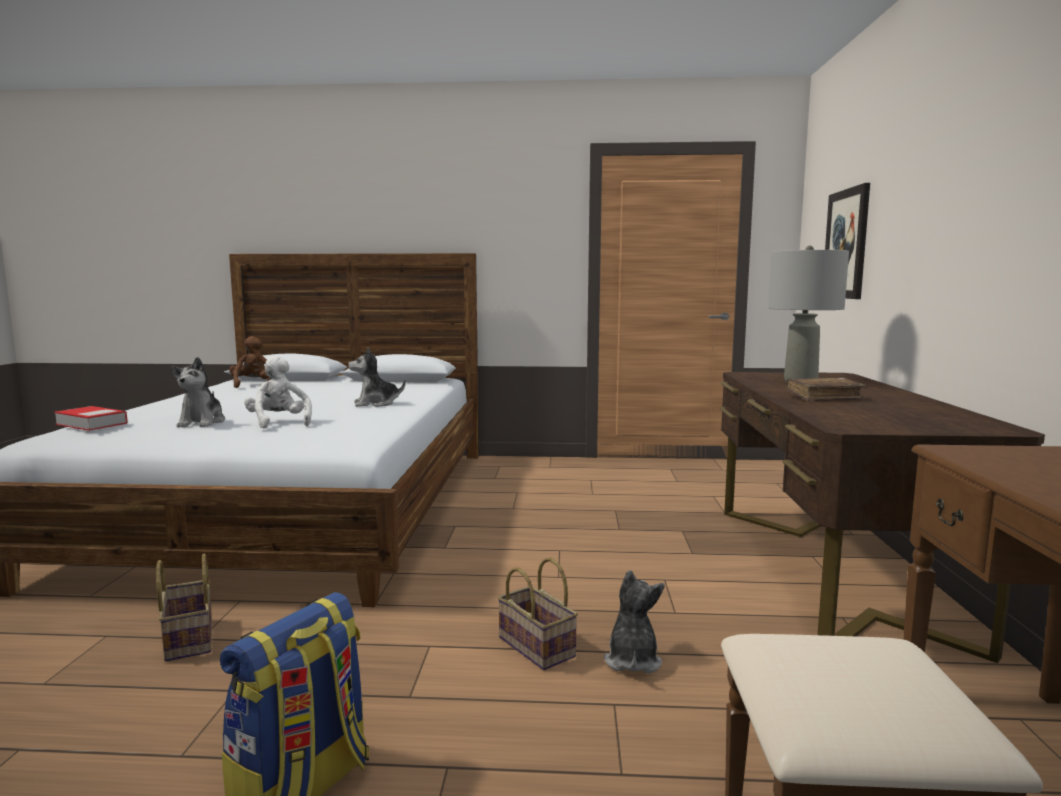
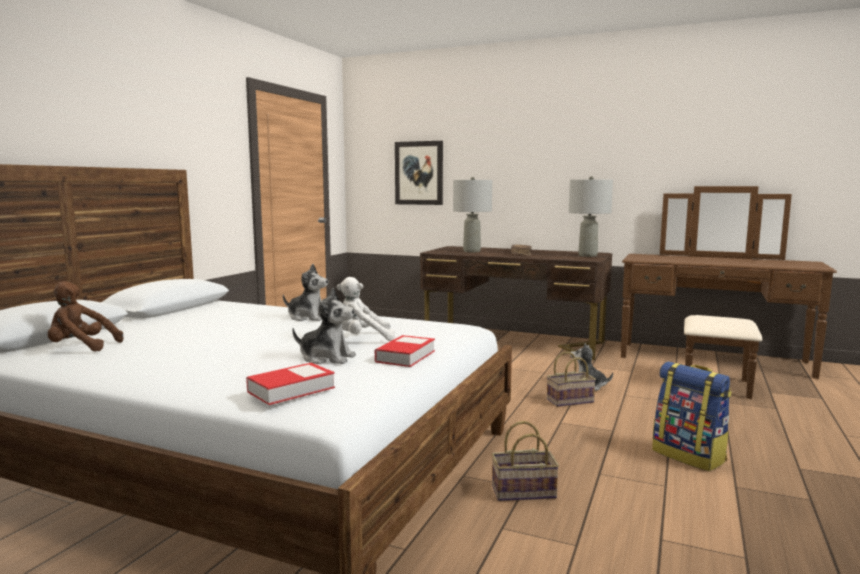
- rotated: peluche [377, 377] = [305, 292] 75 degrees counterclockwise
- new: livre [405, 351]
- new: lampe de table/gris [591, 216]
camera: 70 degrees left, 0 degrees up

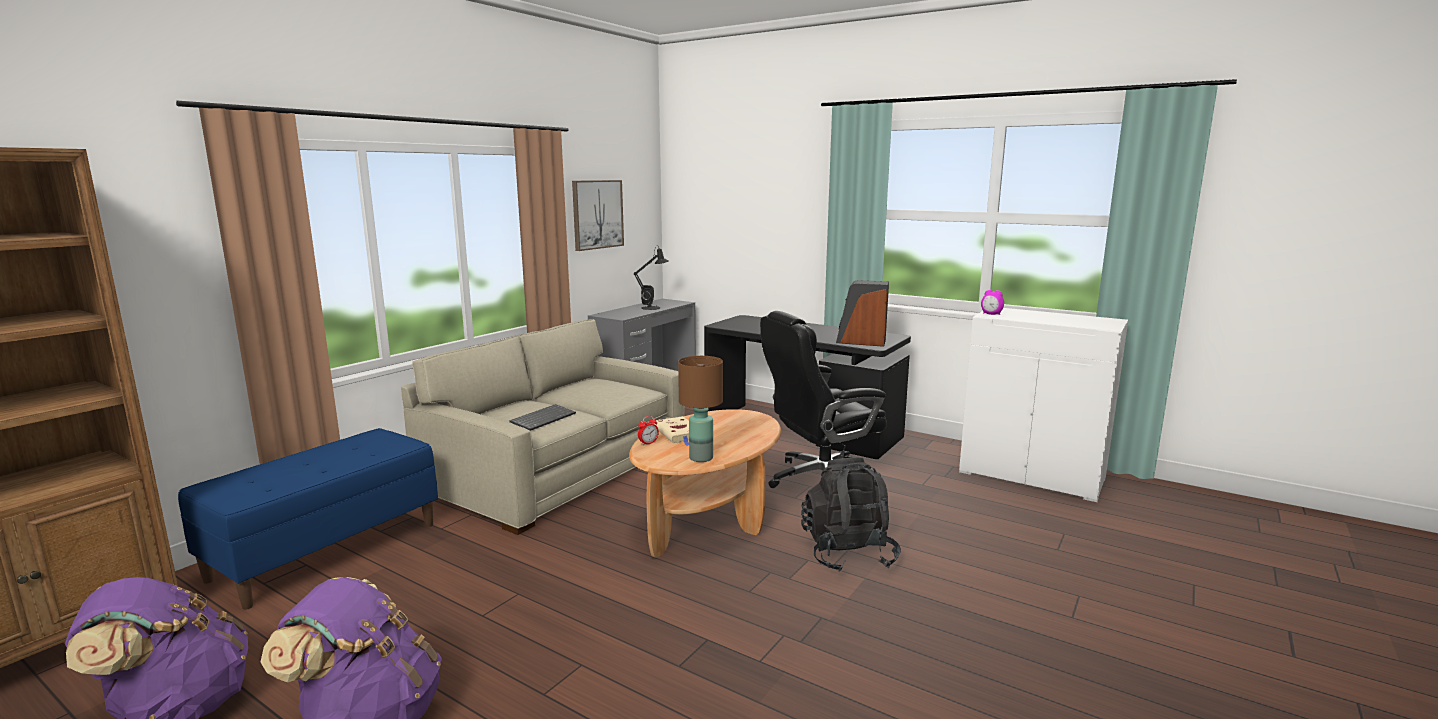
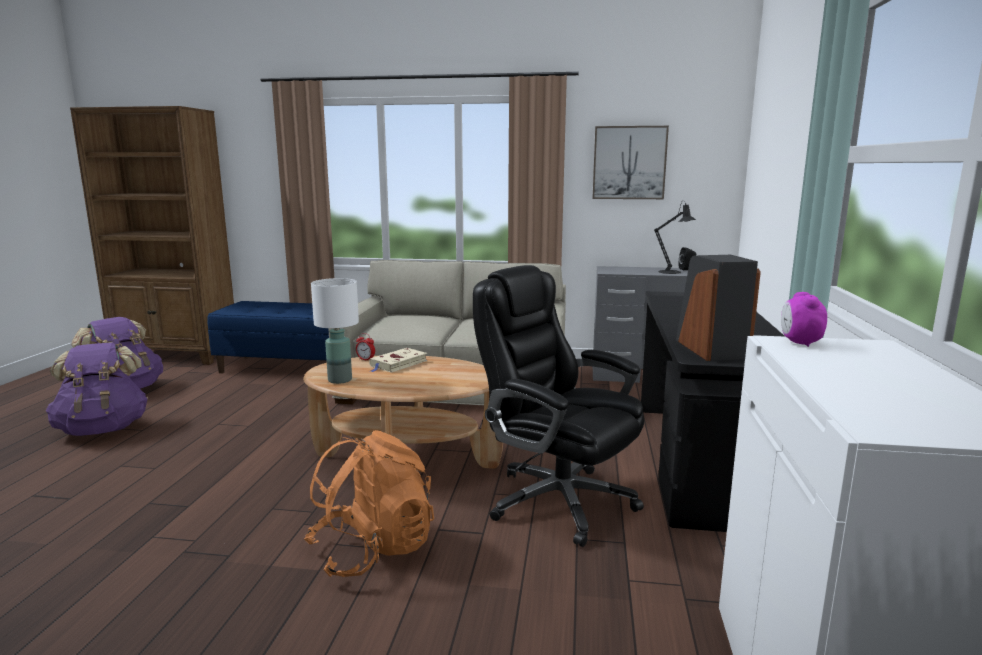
- gone: clavier [542, 417]
- repainted: lampe de table/marron [700, 409] to lampe de table/blanc [335, 331]
- repainted: sac à dos/noir [851, 514] to sac à dos/orange [369, 503]
camera: 65 degrees right, 0 degrees up

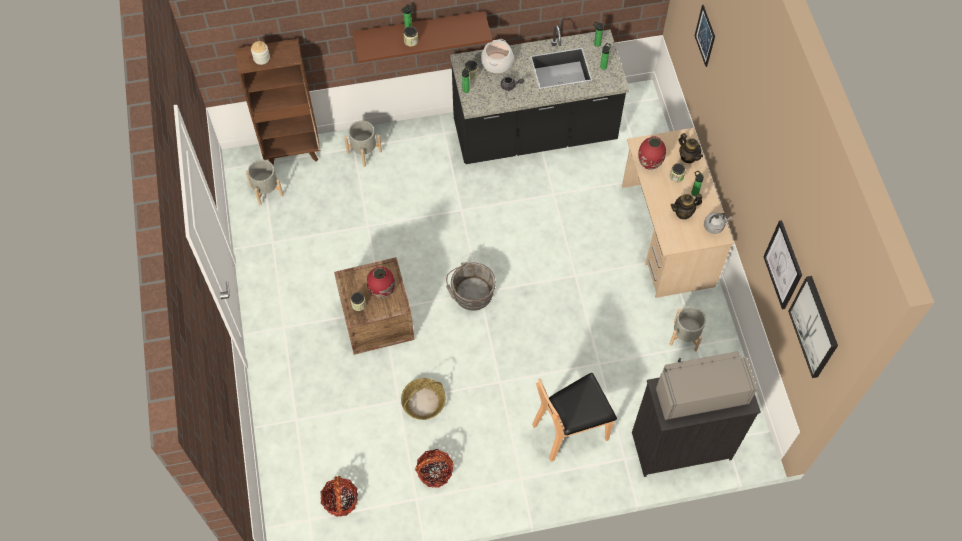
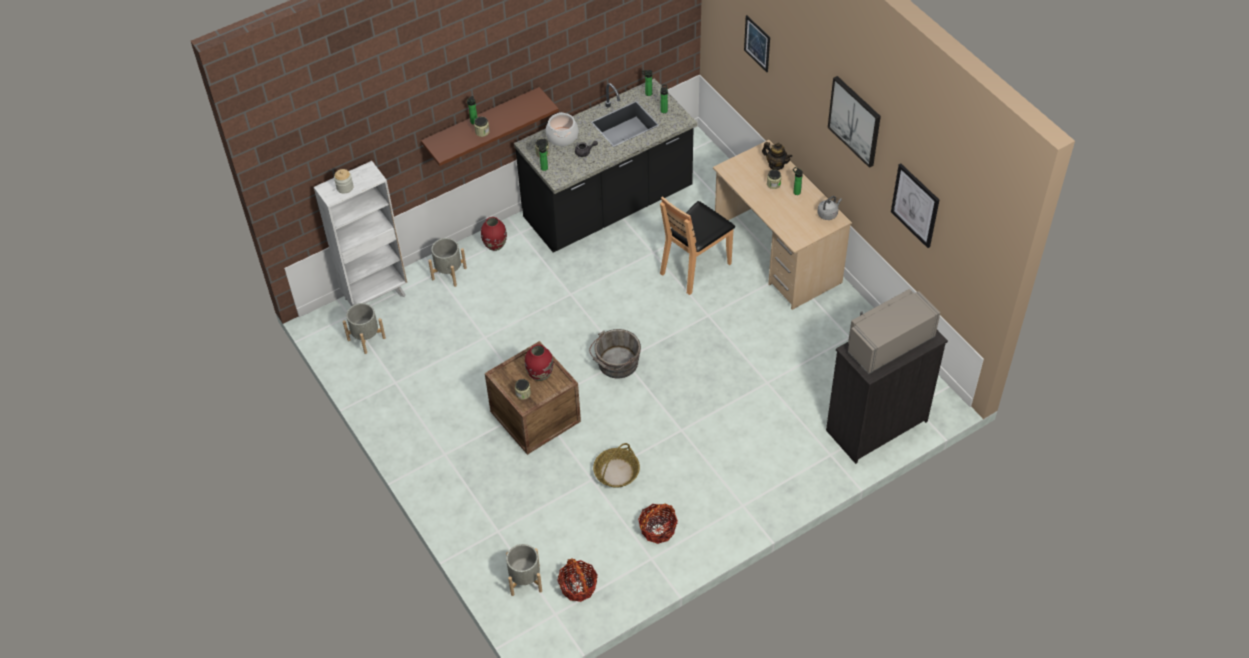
- repainted: bibliothèque/marron [278, 102] to bibliothèque/blanc [360, 233]
- shifted: chaise/marron [574, 417] to [697, 245]
- shifted: vase/rouge [652, 153] to [494, 234]
- shifted: cache-pot/gris [688, 328] to [524, 570]
- gone: théière [686, 206]
- shifted: tableau [813, 327] to [854, 122]
camera: 20 degrees left, 10 degrees down

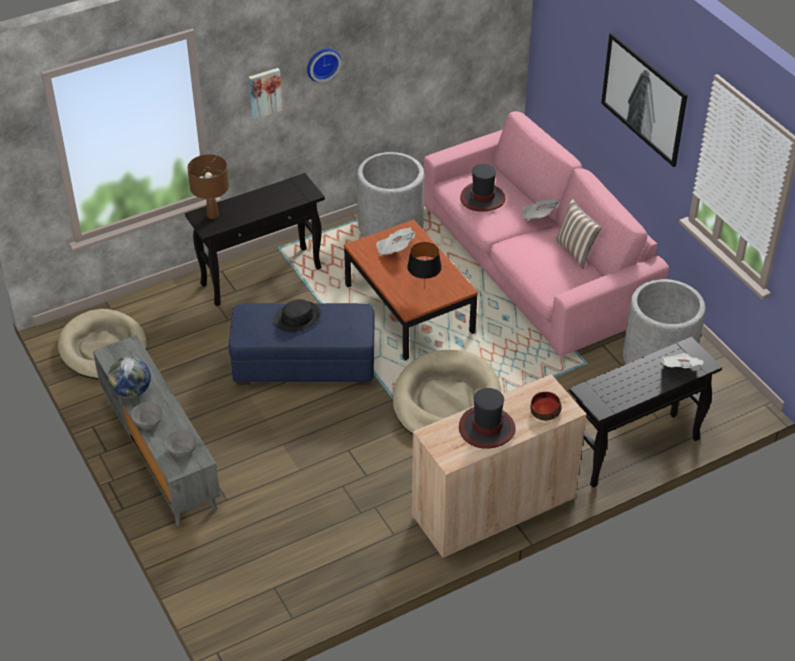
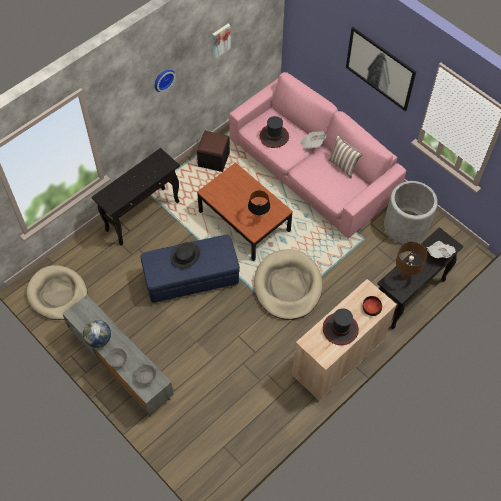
- shifted: lampe de table/marron [208, 186] to [411, 261]
- shifted: tableau [266, 93] to [221, 41]
- swapped: cache-pot/gris [390, 194] to pouf/noir [213, 151]
- gone: journal [395, 242]
camera: 15 degrees left, 15 degrees up

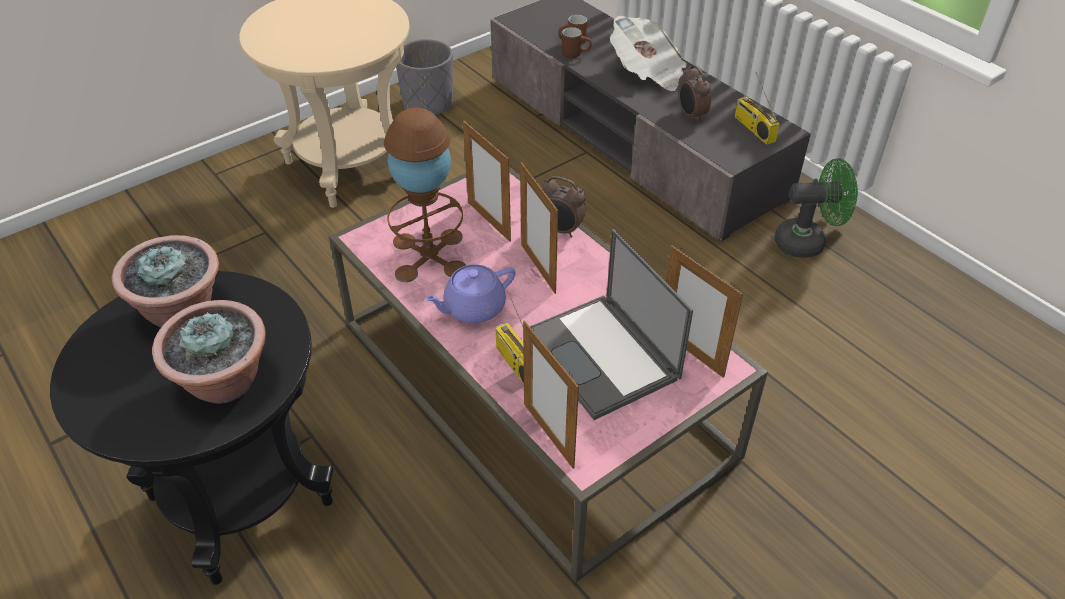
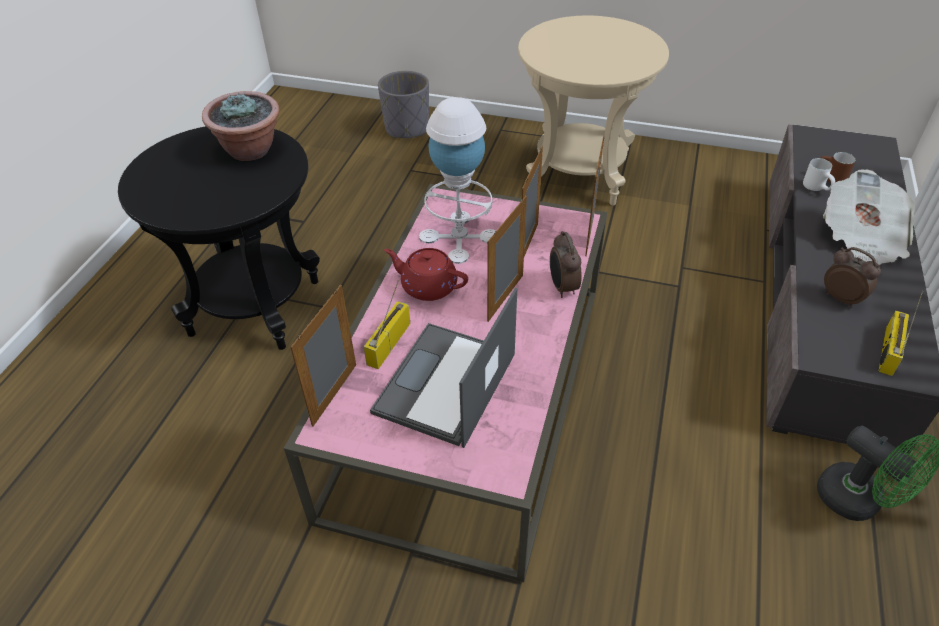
- gone: plante en pot [209, 352]
- repainted: lampe de table/marron [425, 194] to lampe de table/blanc [457, 180]
- shifted: cache-pot/gris [424, 77] to [403, 104]
- repainted: théière/violet [470, 293] to théière/rouge [426, 274]
- repainted: mug/marron [577, 42] to mug/blanc [819, 174]
- shifted: cadre photo [704, 311] to [595, 195]
- rotated: réveil [695, 94] = [852, 277] 105 degrees clockwise
camera: 55 degrees right, 0 degrees up

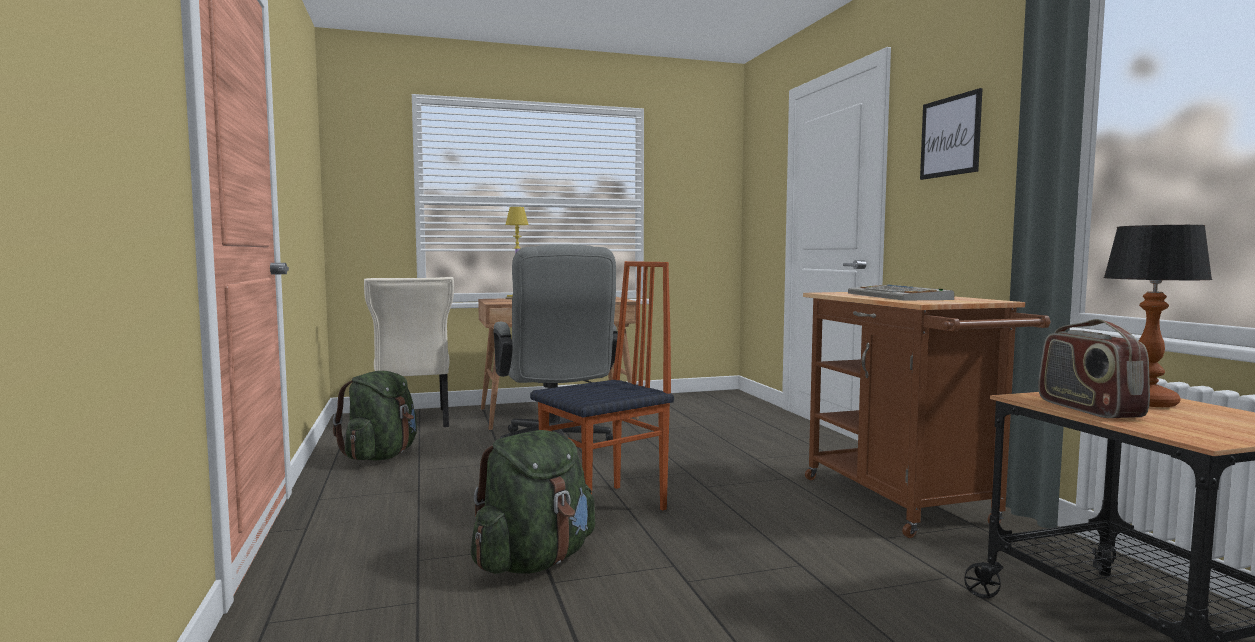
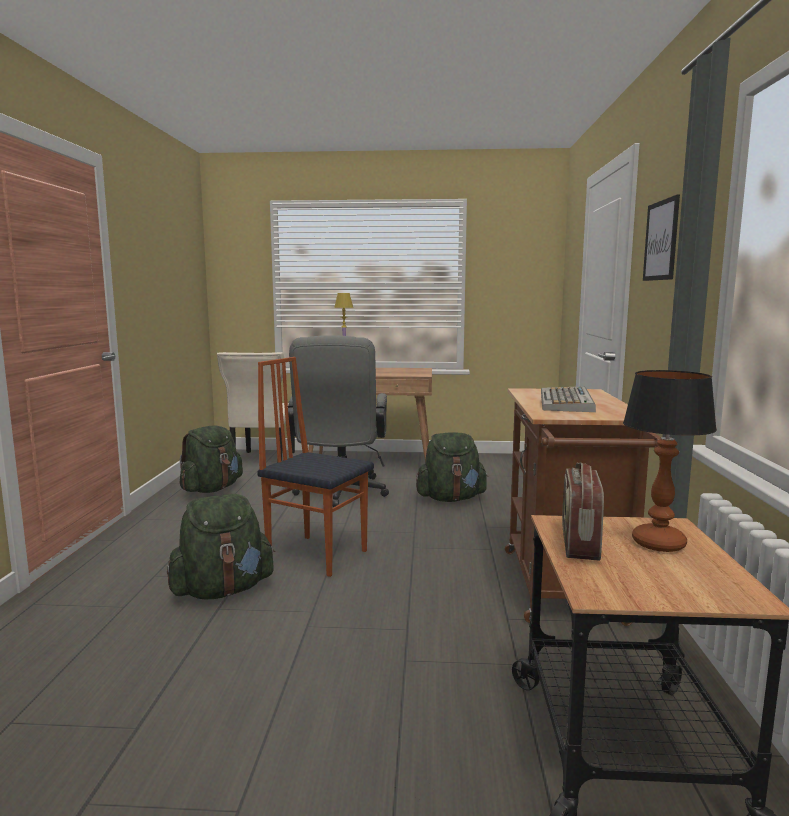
- rotated: chaise [602, 385] = [315, 467] 135 degrees counterclockwise
- new: sac à dos/vert [452, 467]
camera: 20 degrees right, 5 degrees up

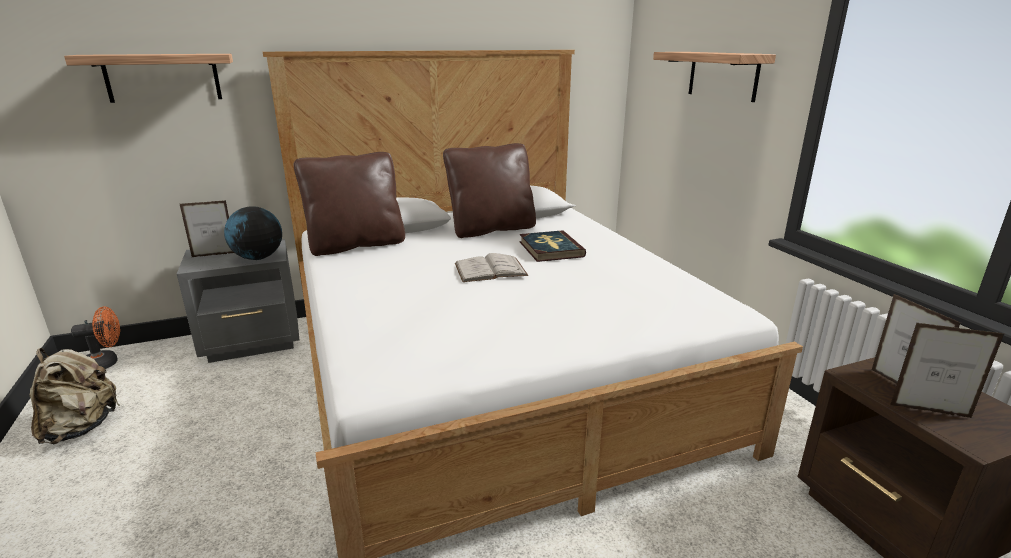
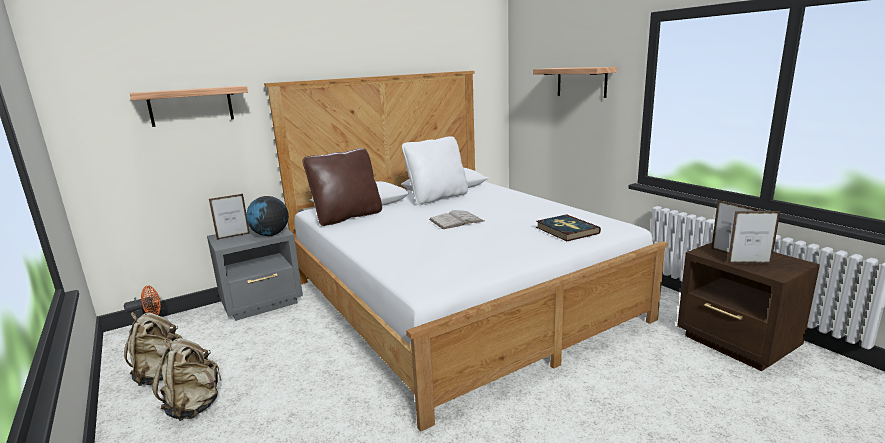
- repainted: coussin/marron [489, 190] to coussin/blanc [435, 171]
- shifted: livre [553, 246] to [568, 227]
- new: sac à dos/beige [187, 379]
camera: 10 degrees left, 5 degrees down

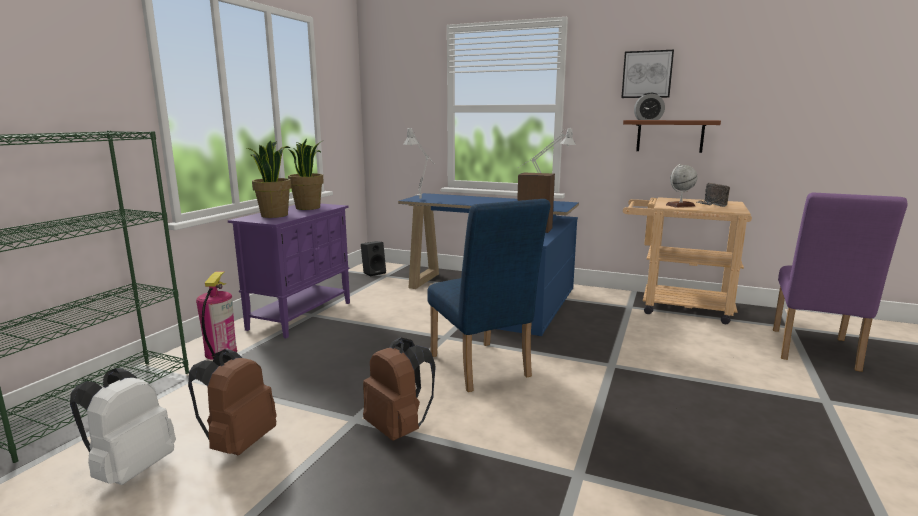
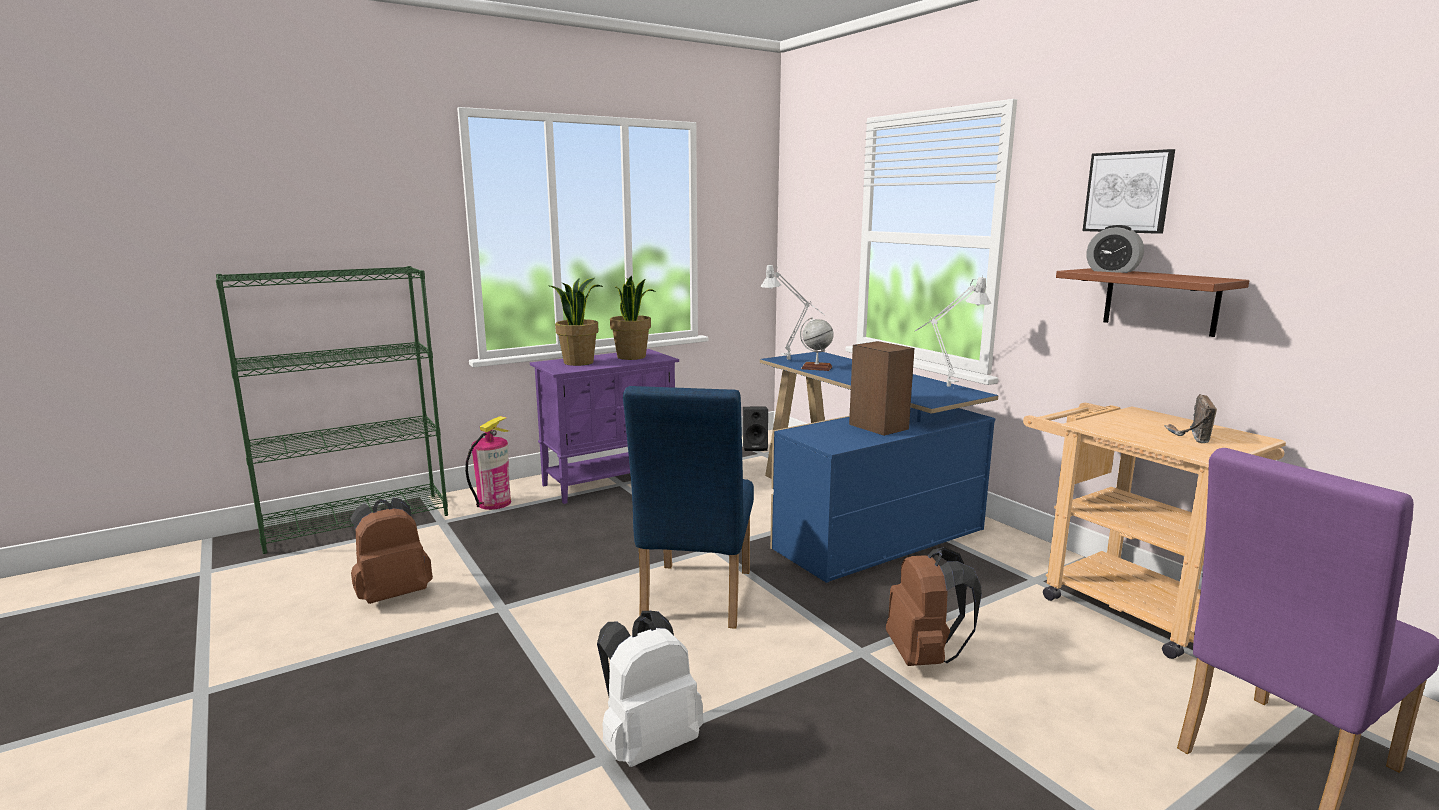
- shifted: sac à dos/blanc [123, 426] to [650, 689]
- shifted: sac à dos/marron [399, 389] to [934, 606]
- shifted: globe [682, 186] to [817, 344]
camera: 35 degrees right, 0 degrees up

